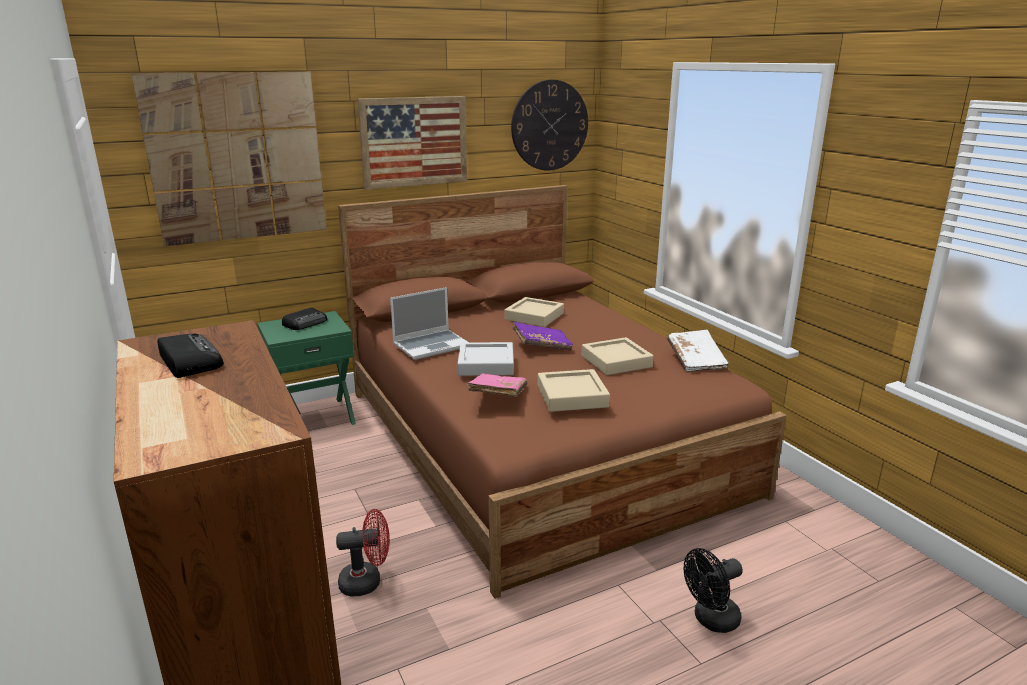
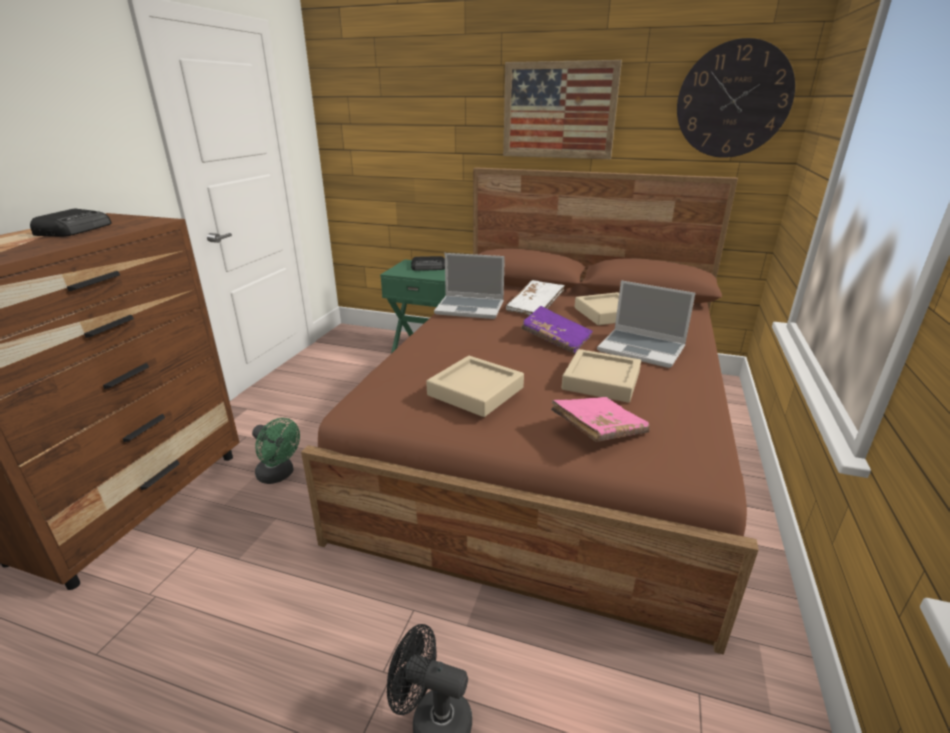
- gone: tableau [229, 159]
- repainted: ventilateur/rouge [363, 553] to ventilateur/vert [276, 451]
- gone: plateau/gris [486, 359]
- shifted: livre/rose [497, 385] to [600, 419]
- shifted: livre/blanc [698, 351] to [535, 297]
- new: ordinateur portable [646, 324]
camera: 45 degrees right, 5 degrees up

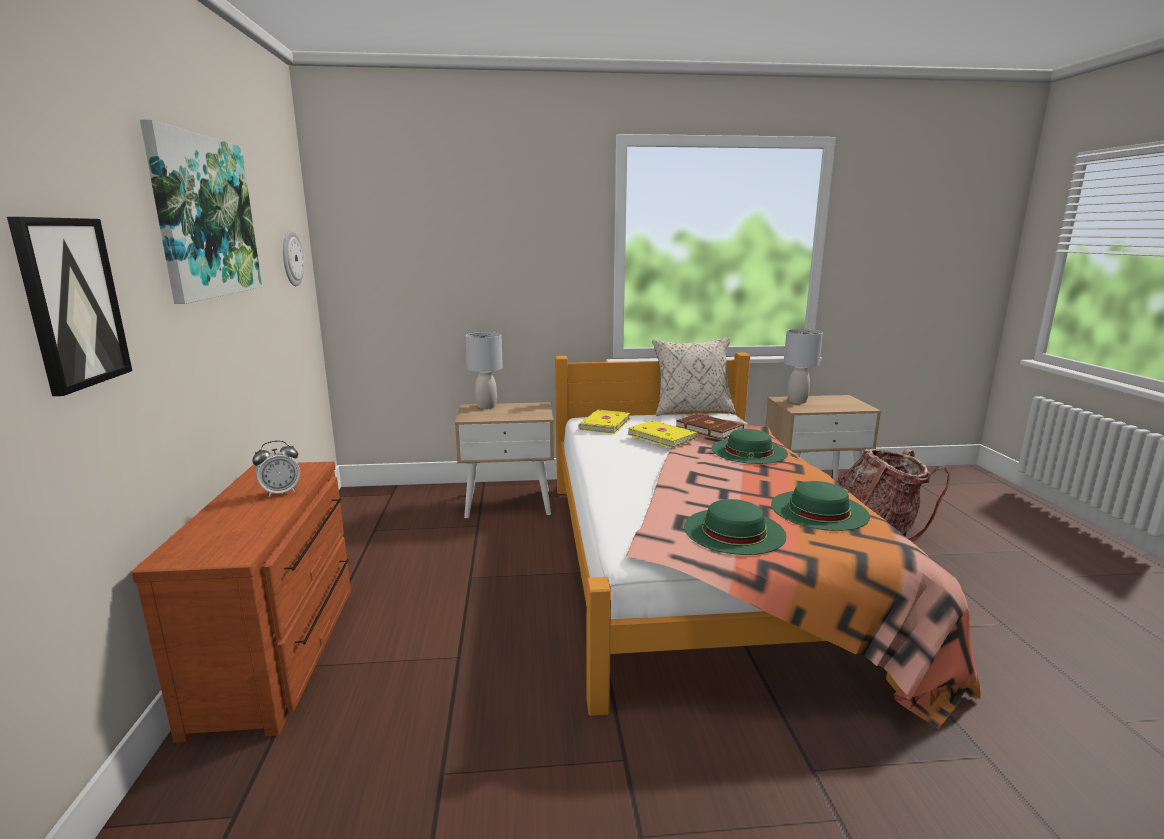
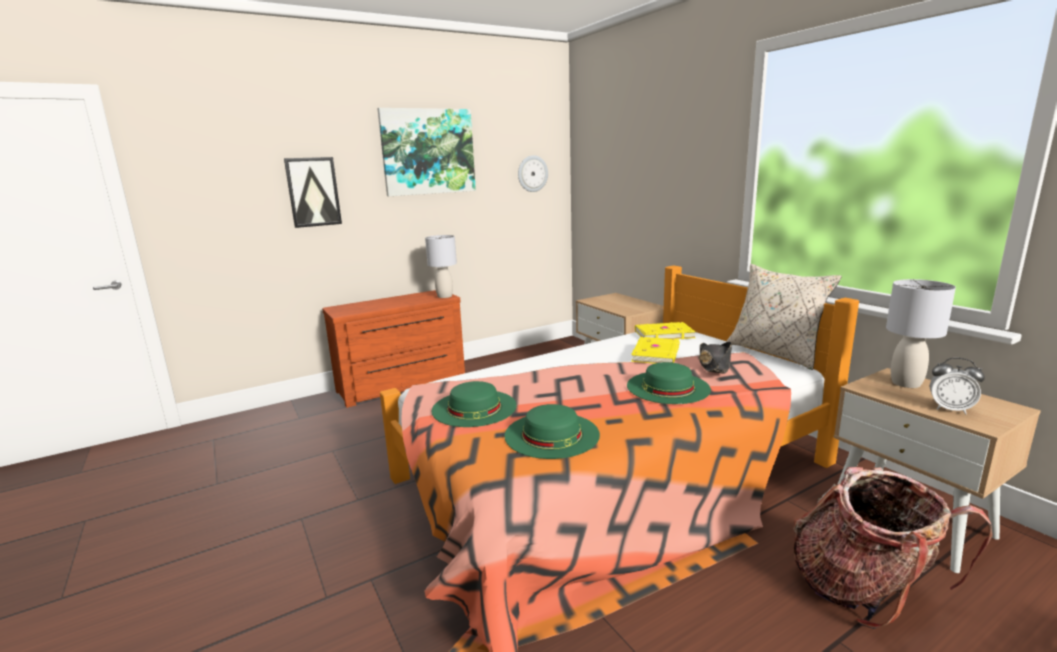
- shifted: réveil [276, 469] to [957, 386]
- shifted: lampe de table/gris [484, 370] to [441, 266]
- swapped: livre/marron [710, 426] to chapeau/noir [715, 358]
camera: 65 degrees right, 0 degrees up

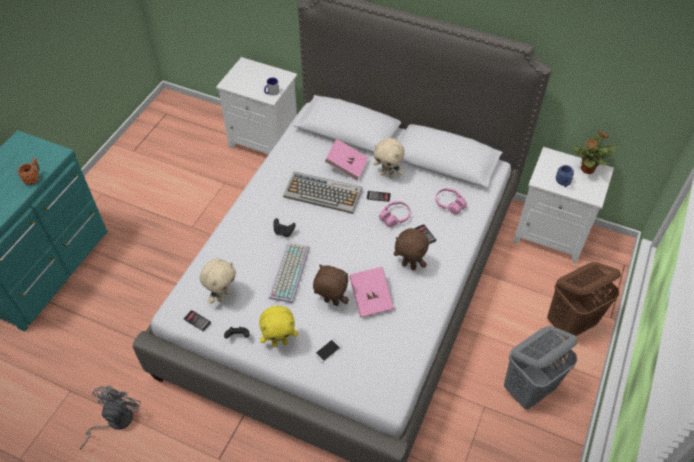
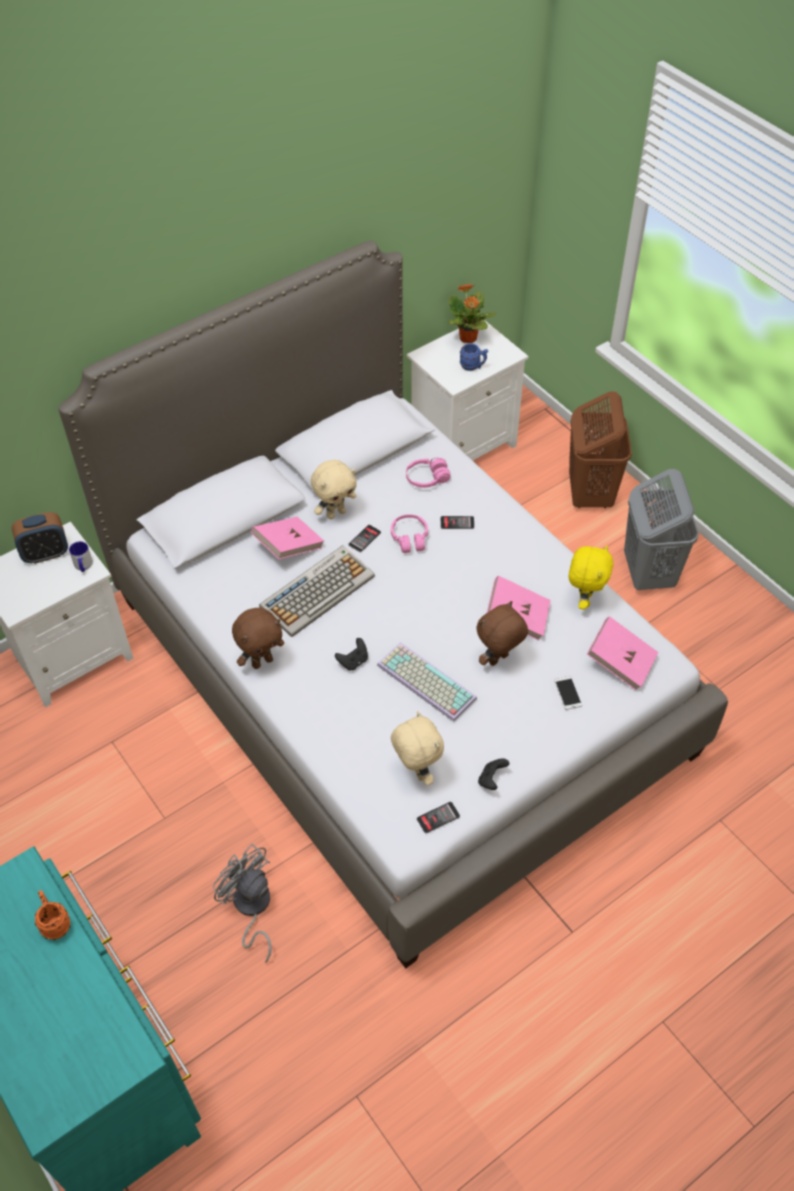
- shifted: ventilateur/gris [110, 417] to [242, 903]
- shifted: peluche/jaune [278, 326] to [591, 577]
- shifted: peluche/marron [411, 249] to [258, 638]
- new: réveil [40, 538]
- new: livre/rose [623, 653]
camera: 60 degrees left, 0 degrees up

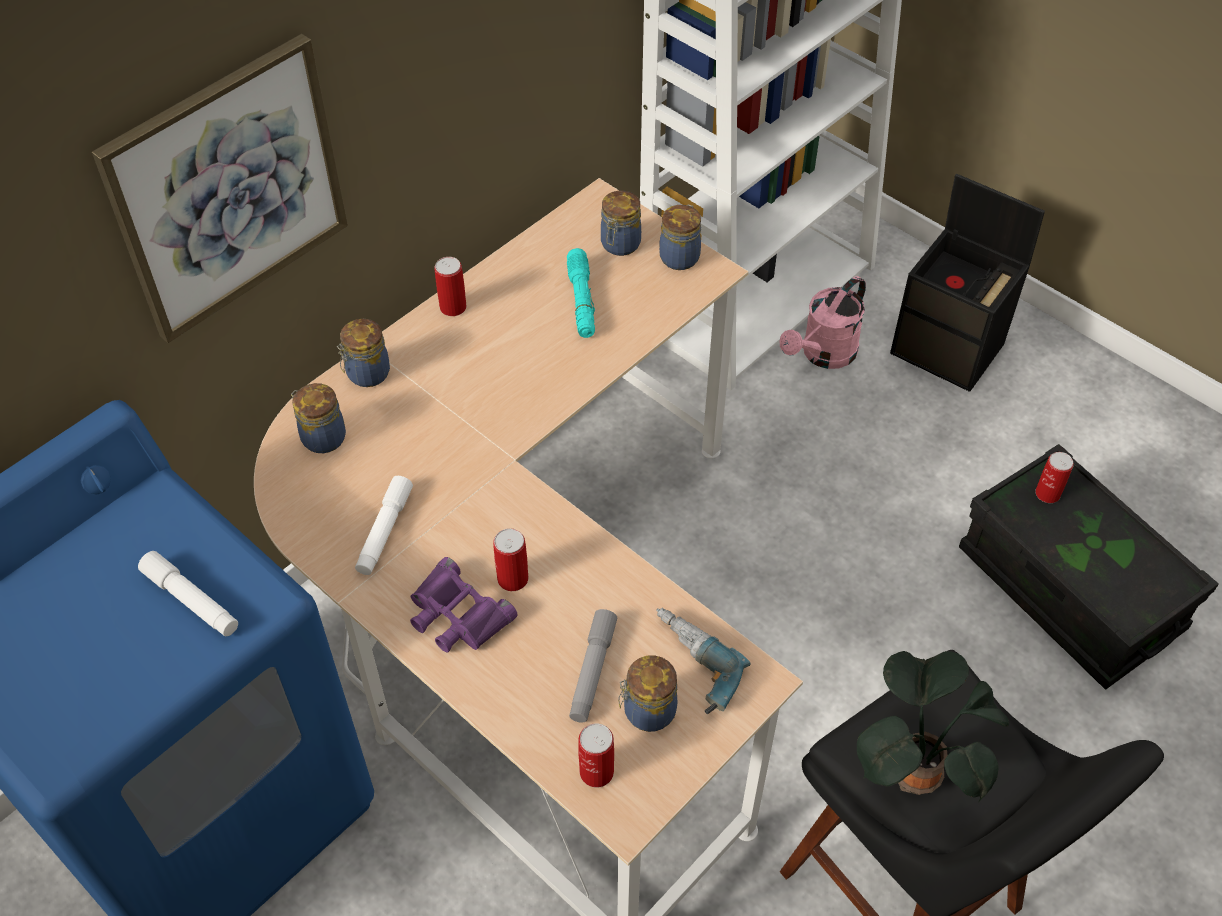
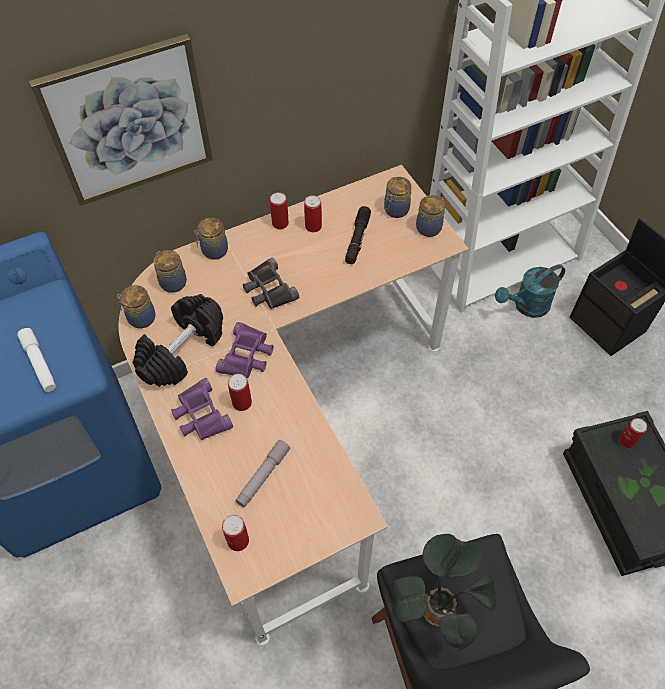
- swapped: lampe de poche/blanc [384, 525] to haltère/noir [178, 340]
- repainted: lampe de poche/turquoise [581, 293] to lampe de poche/noir [358, 235]
- shifted: bocal [647, 693] to [136, 306]
- gone: perceuse [703, 661]
- repainted: arrosoir/rose [822, 322] to arrosoir/turquoise [530, 291]
- new: jumelles/violet [245, 350]
- new: jumelles/noir [271, 283]
- new: boîte métallique [313, 213]
camera: 20 degrees right, 5 degrees up

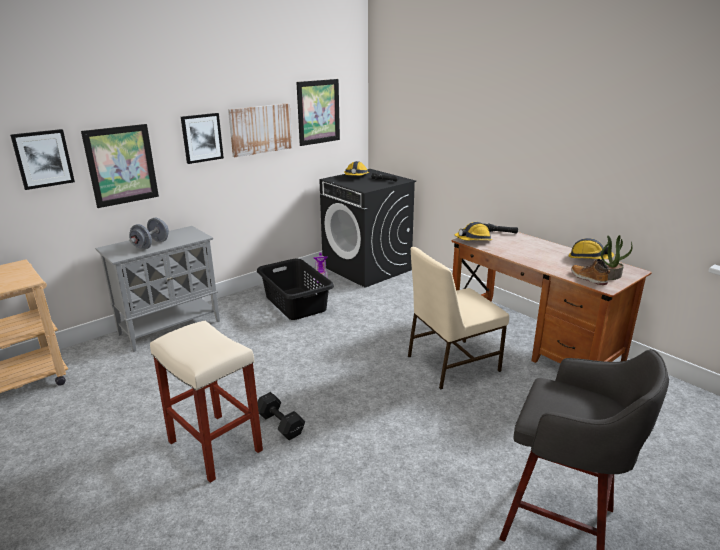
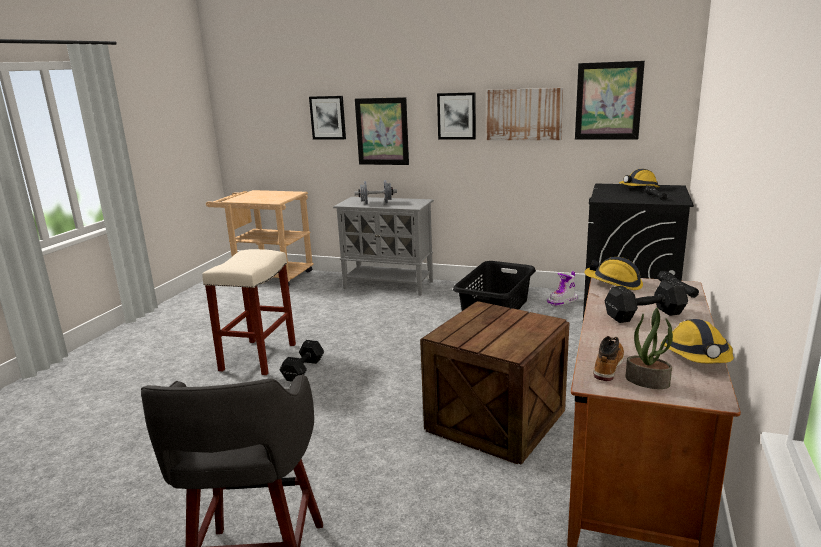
- swapped: chaise/beige [458, 318] to caisse [495, 383]
- new: haltère/noir [646, 301]
camera: 60 degrees right, 5 degrees down

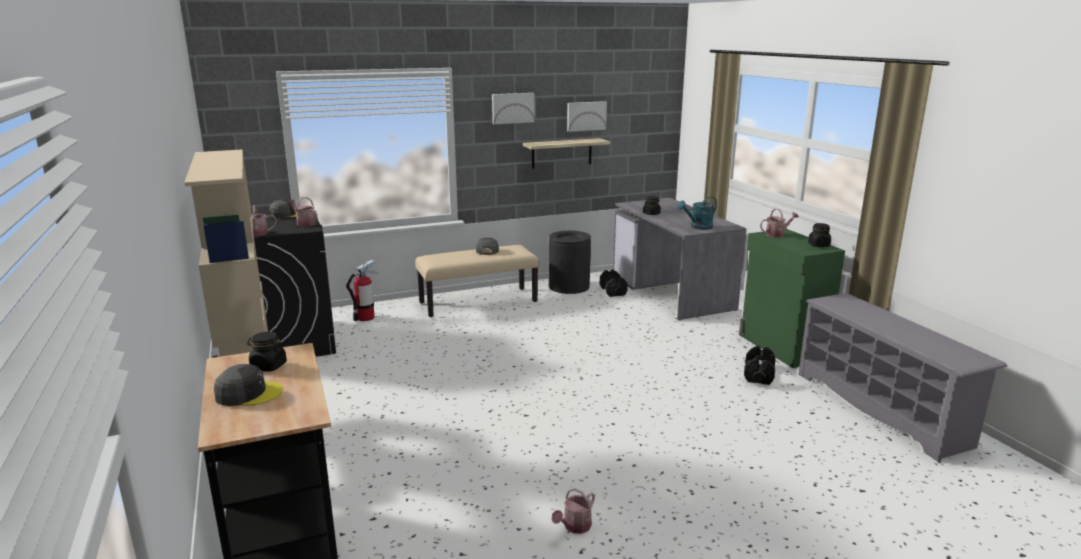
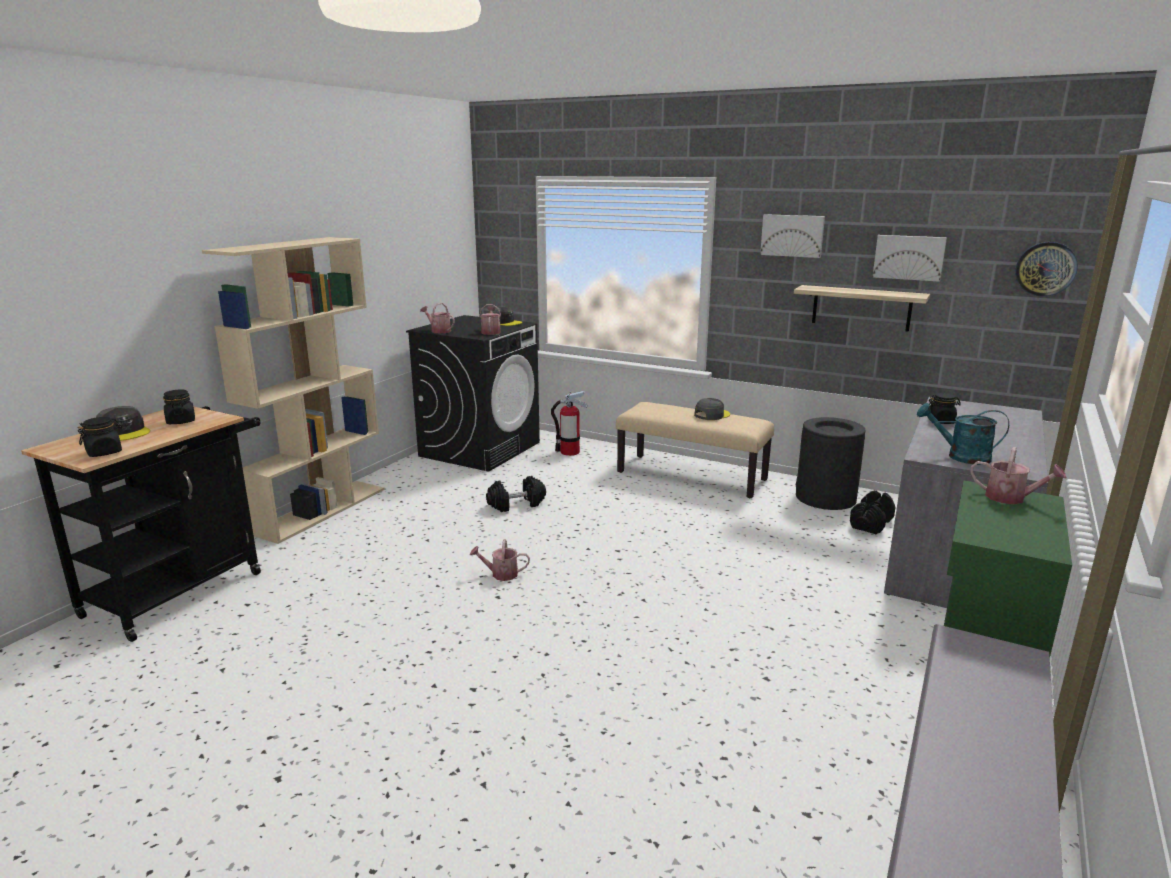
- shifted: arrosoir [573, 511] to [500, 560]
- shifted: haltère/noir [760, 365] to [516, 494]
- shifted: bocal/noir [819, 235] to [100, 437]
- new: horloge murale [1046, 269]
camera: 50 degrees right, 0 degrees up

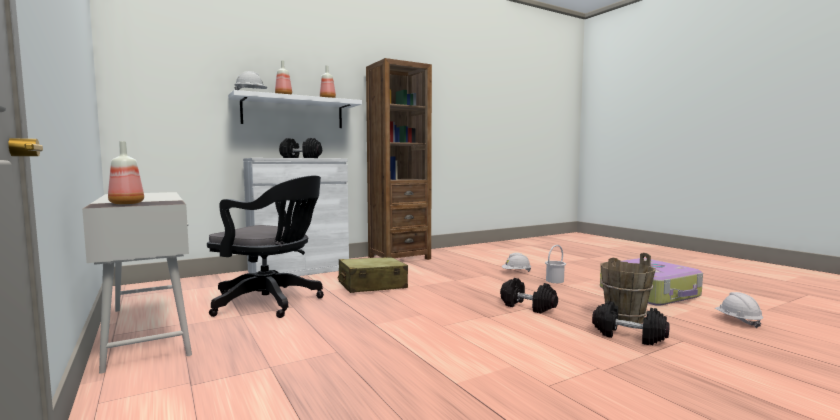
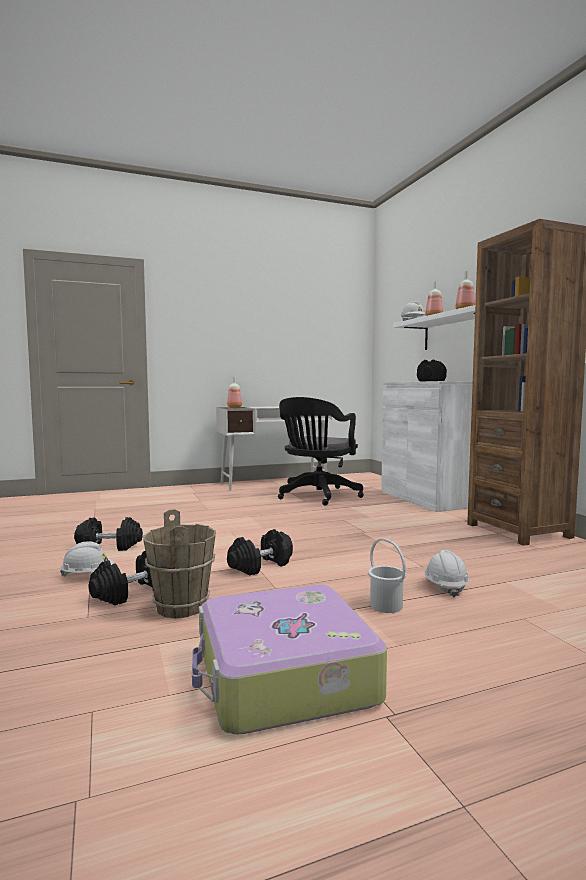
- gone: valise/beige [373, 275]
- shifted: casque de chantier/blanc [739, 310] to [87, 559]
- new: haltère/noir [108, 534]
camera: 100 degrees right, 0 degrees up

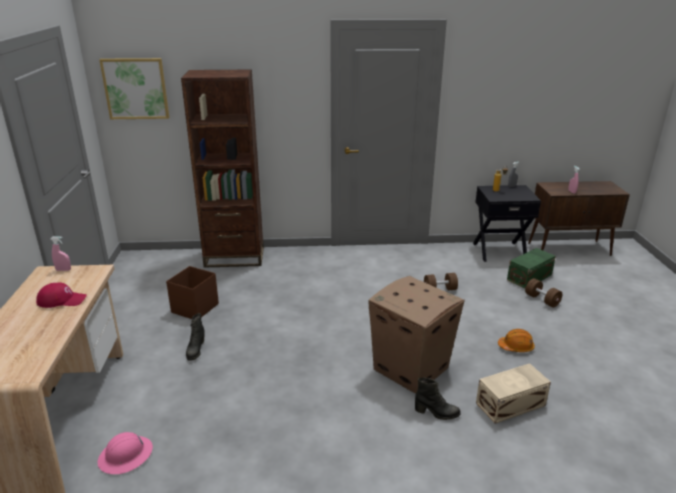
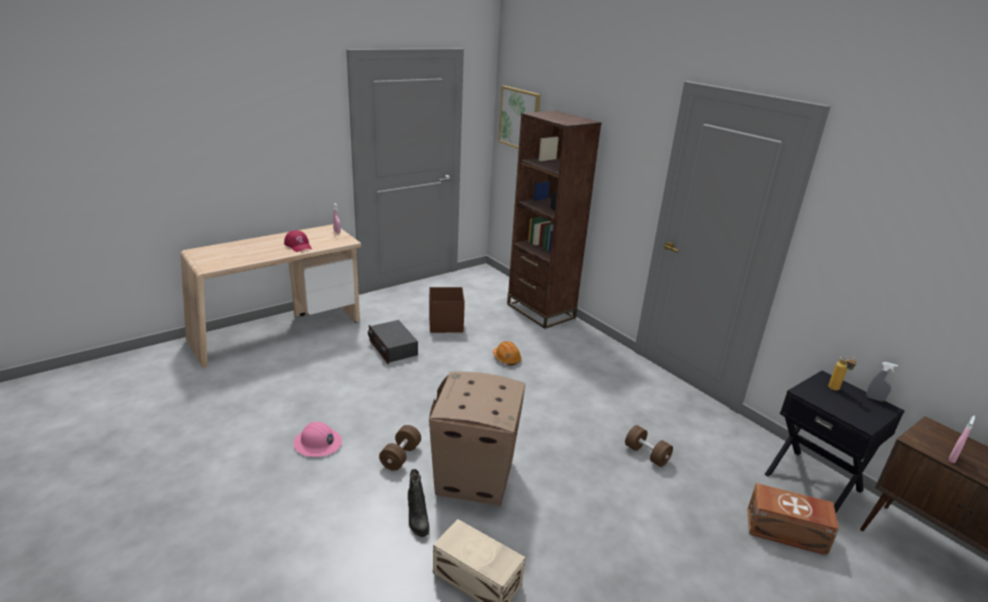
- shifted: casque de chantier/rose [125, 453] to [318, 439]
- swapped: botte/noir [195, 337] to radio [393, 342]
- shifted: casque de chantier/orange [516, 340] to [507, 353]
- repainted: boîte de rangement/vert [531, 268] to boîte de rangement/marron [793, 519]
- shifted: haltère/marron [543, 292] to [400, 448]
camera: 55 degrees right, 0 degrees up

